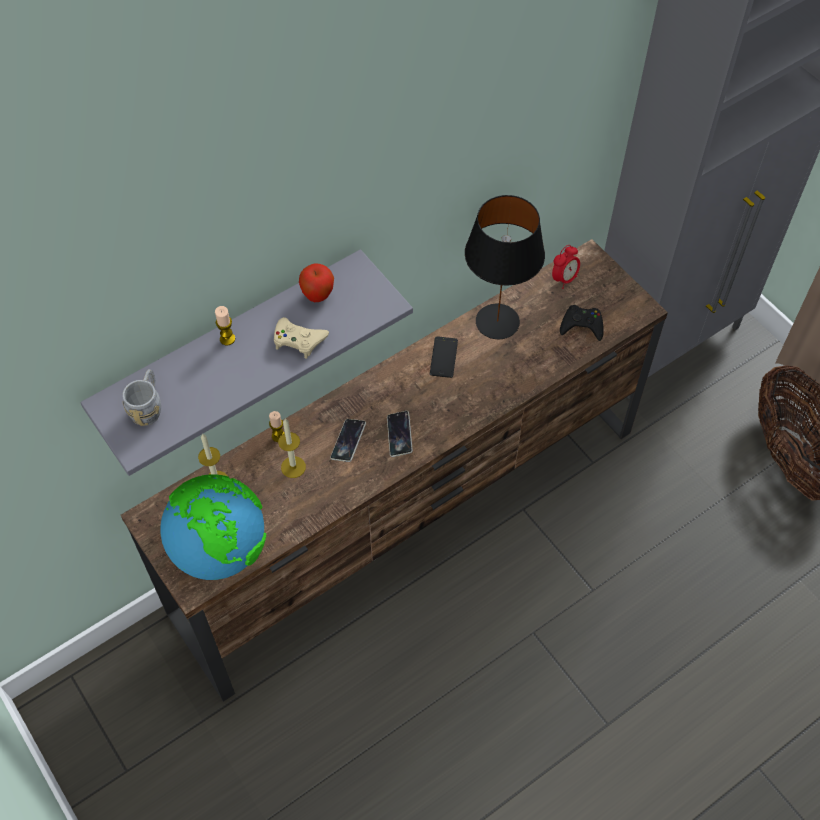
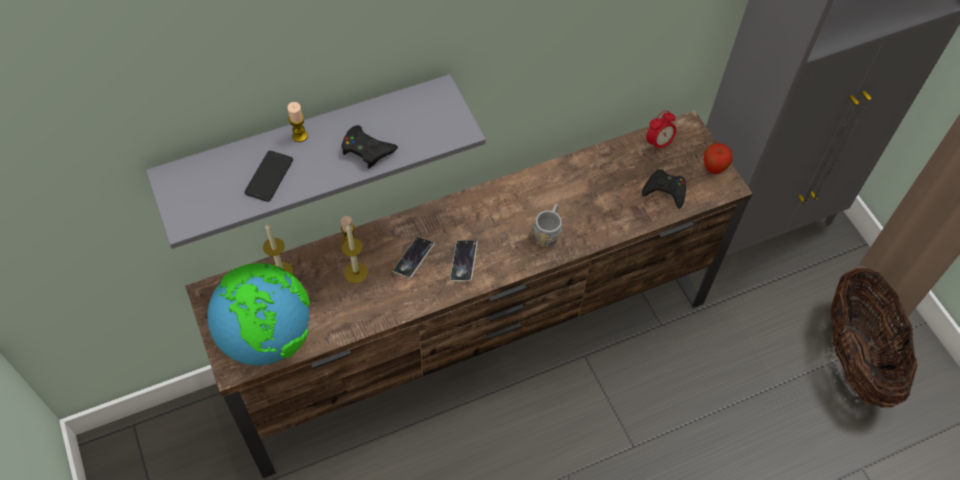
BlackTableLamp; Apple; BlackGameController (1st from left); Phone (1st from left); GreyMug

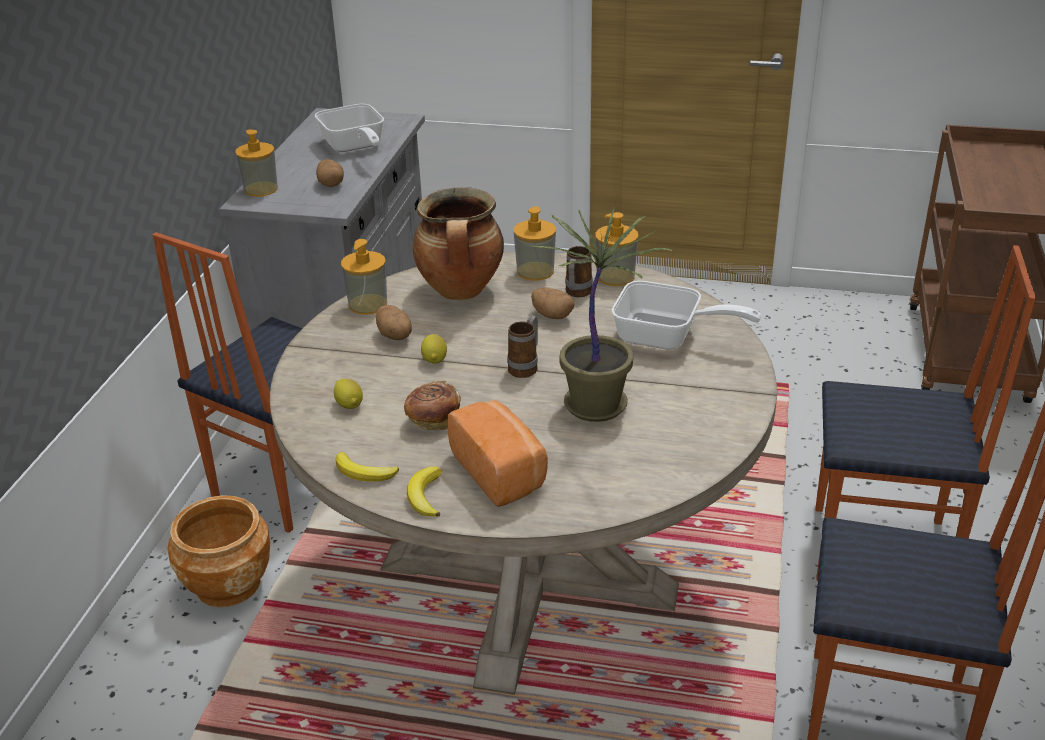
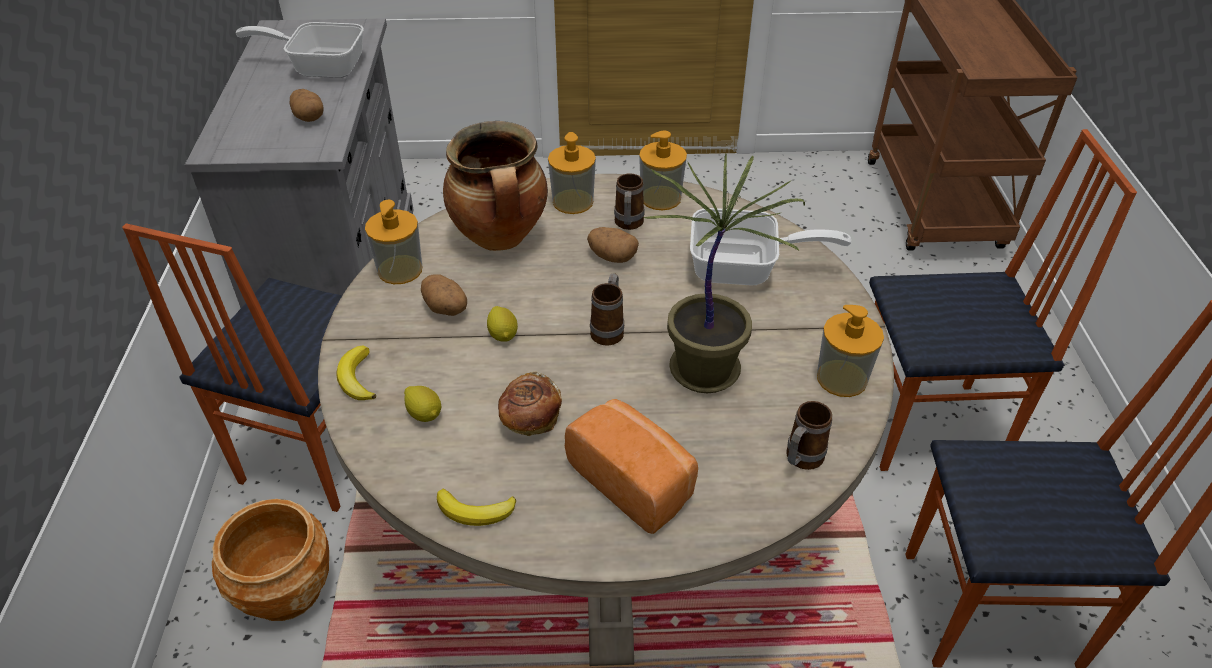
FryingPan (1st from left); SoapDispenser (4th from left); Banana (1st from left); Mug (3rd from left)

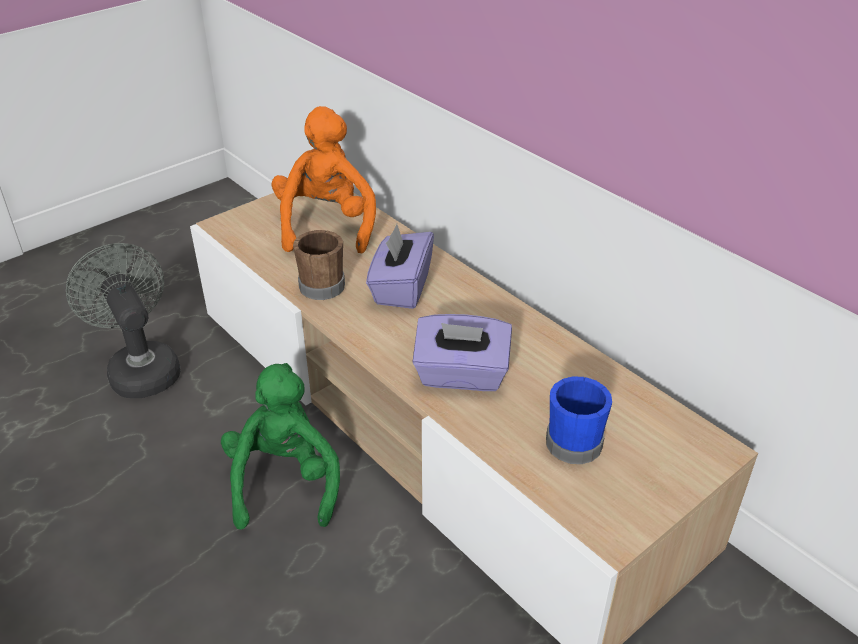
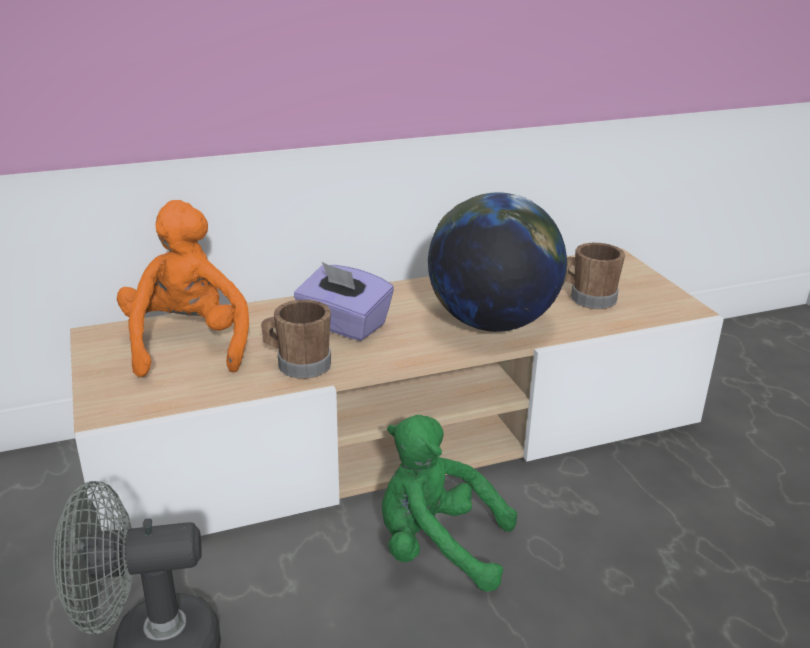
OrangePlushToy; Globe; BrownMug (2nd from left)

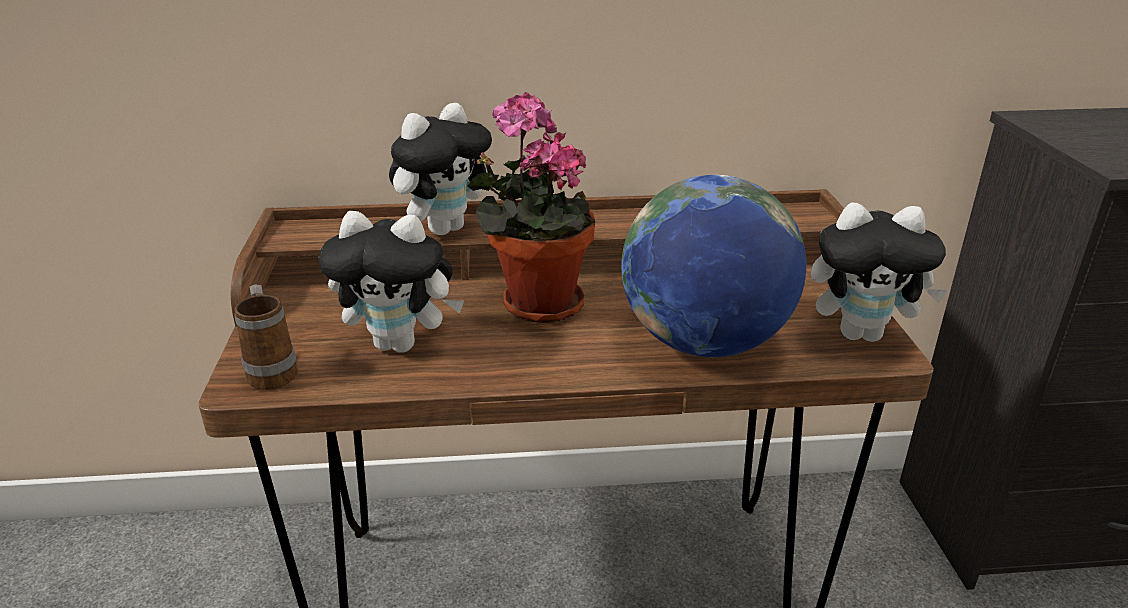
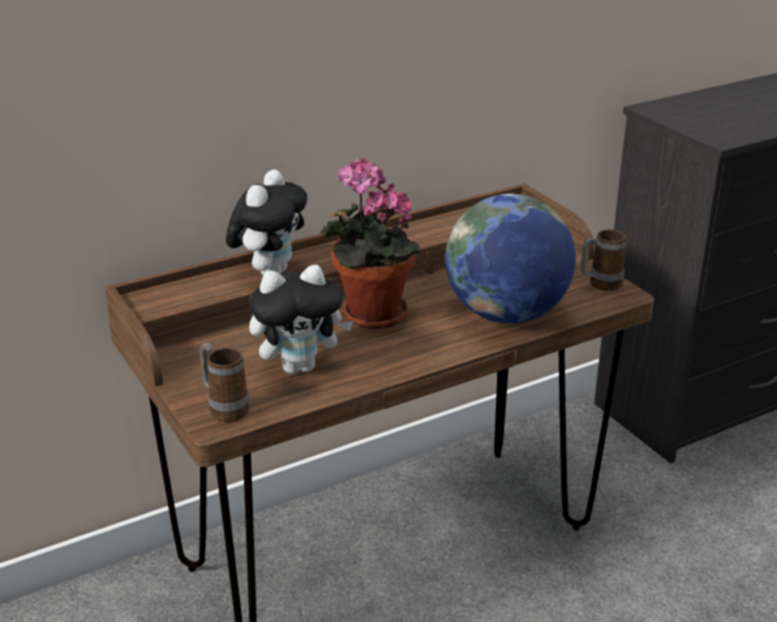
Mug (2nd from left)

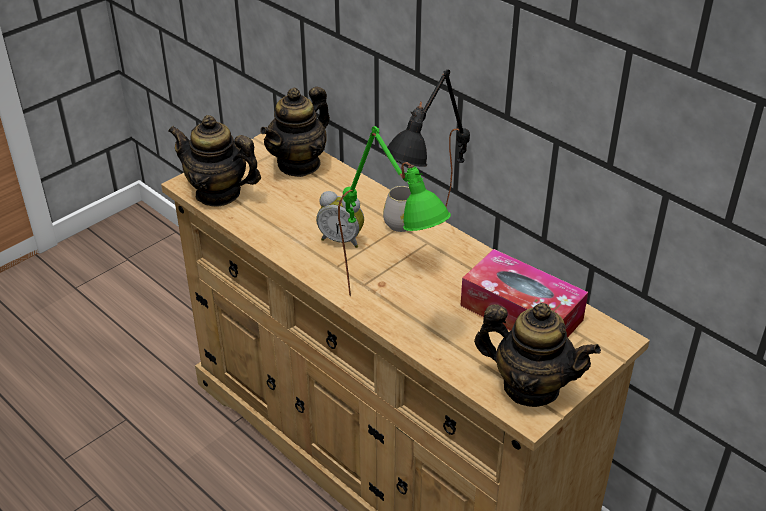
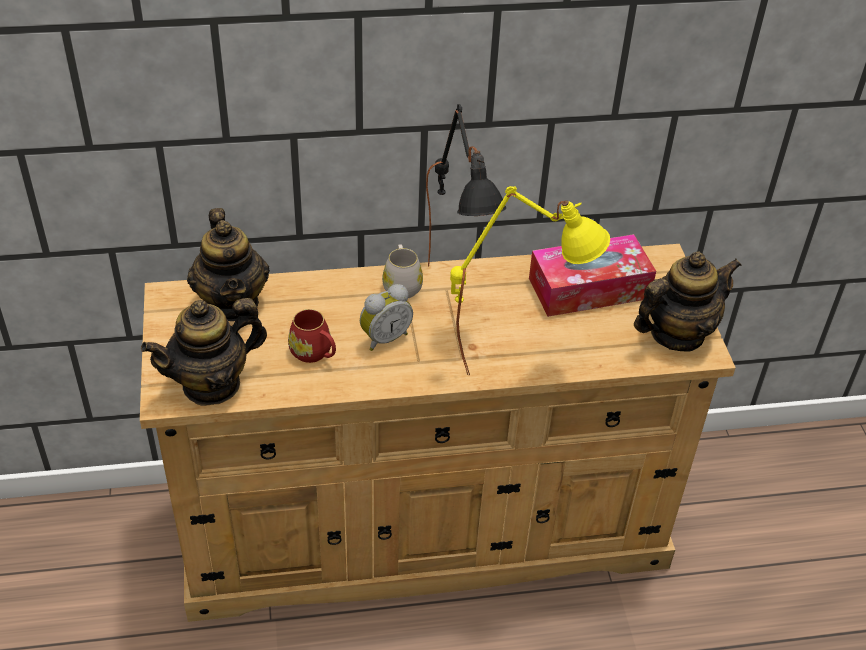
YellowTableLamp; RedMug

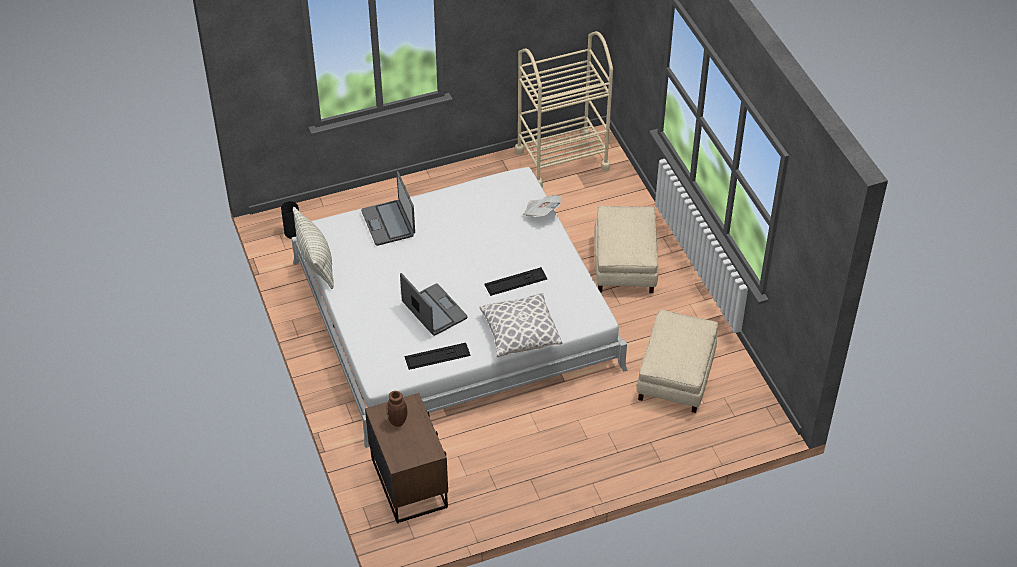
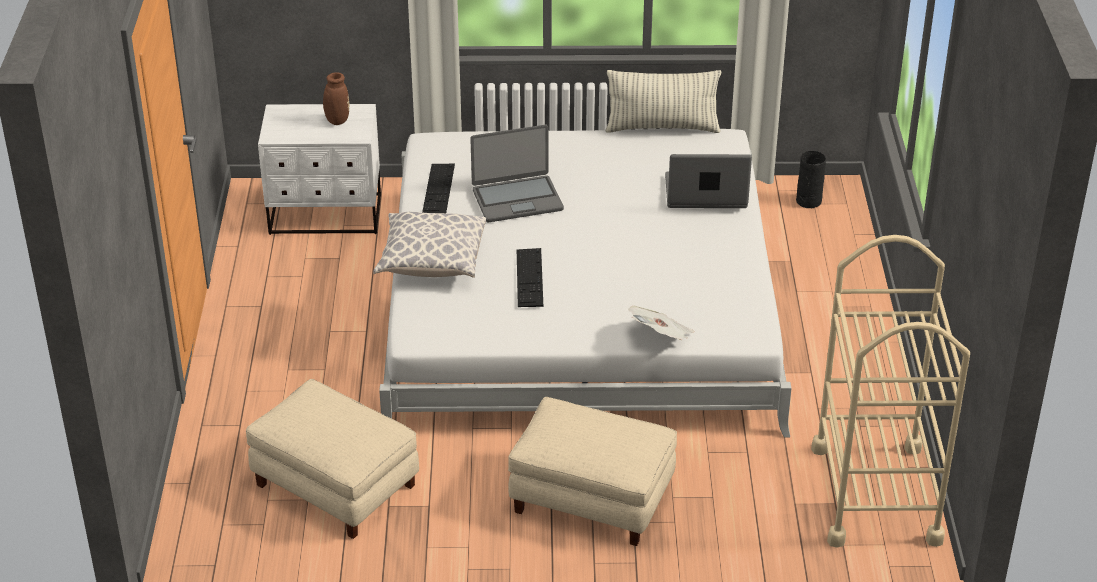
WhiteNightstand

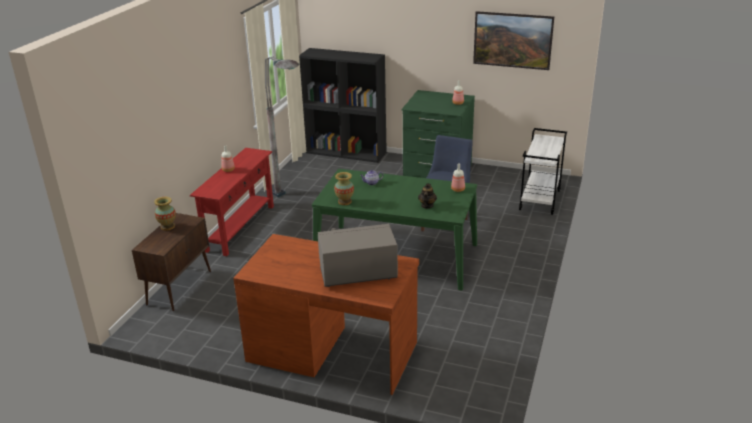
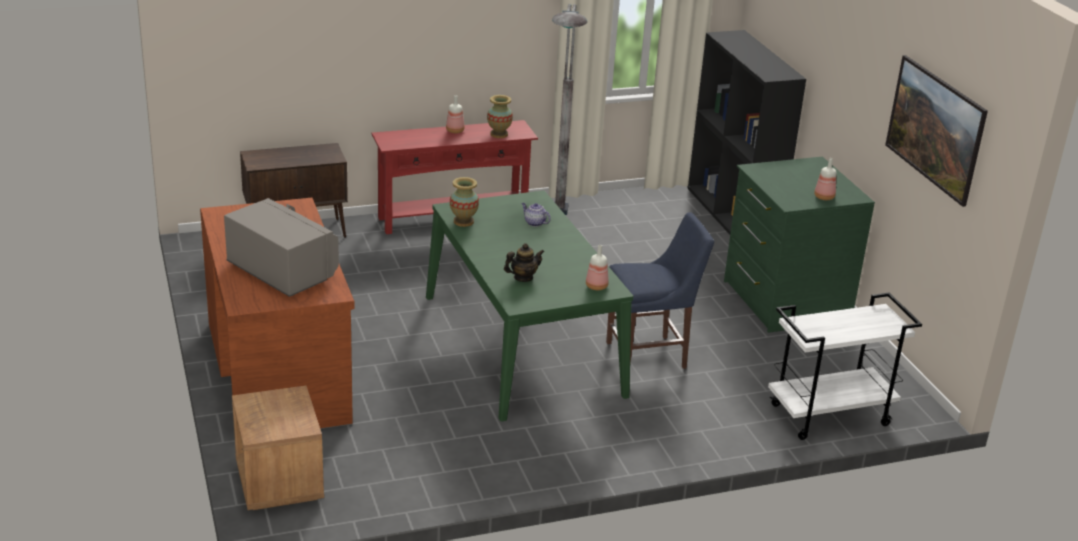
Vase (2nd from left); BrownNightstand

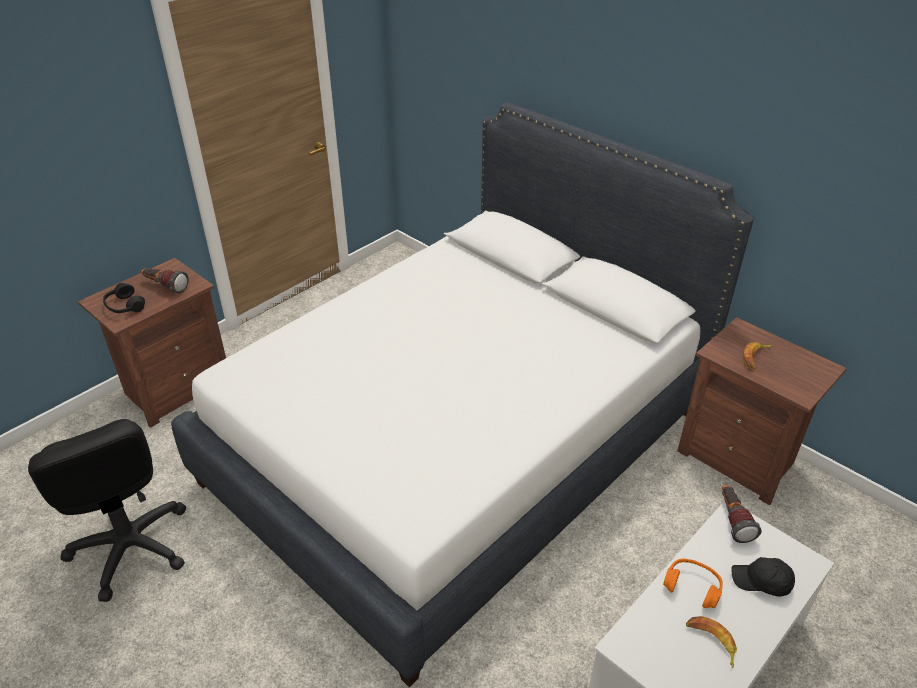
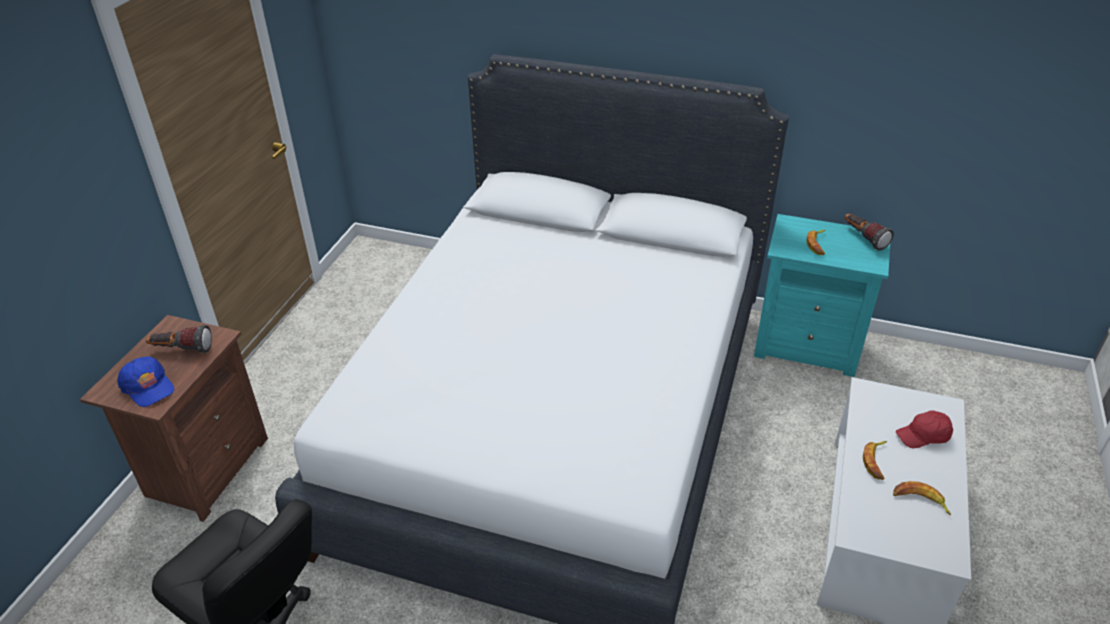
BlueCap; TurquoiseNightstand; Flashlight (2nd from left); RedCap; Banana (2nd from left)

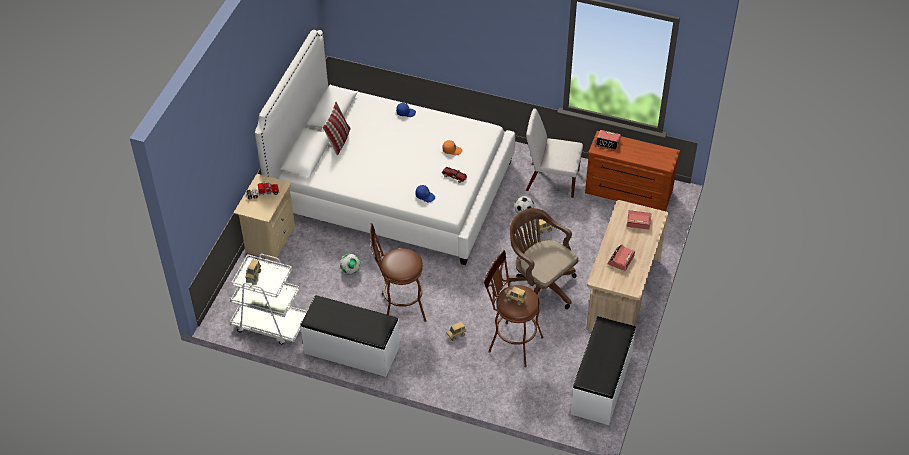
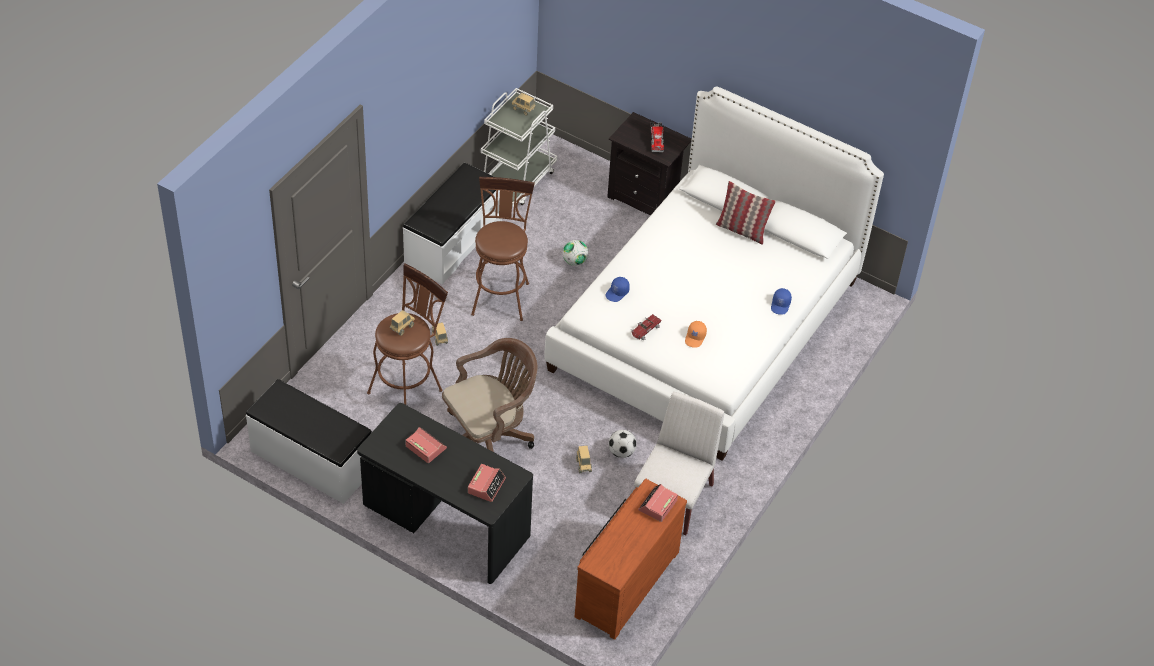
BlackNightstand; BlackDesk

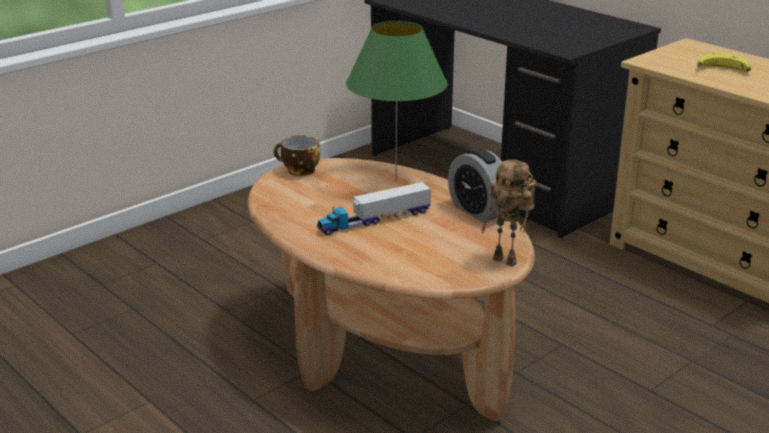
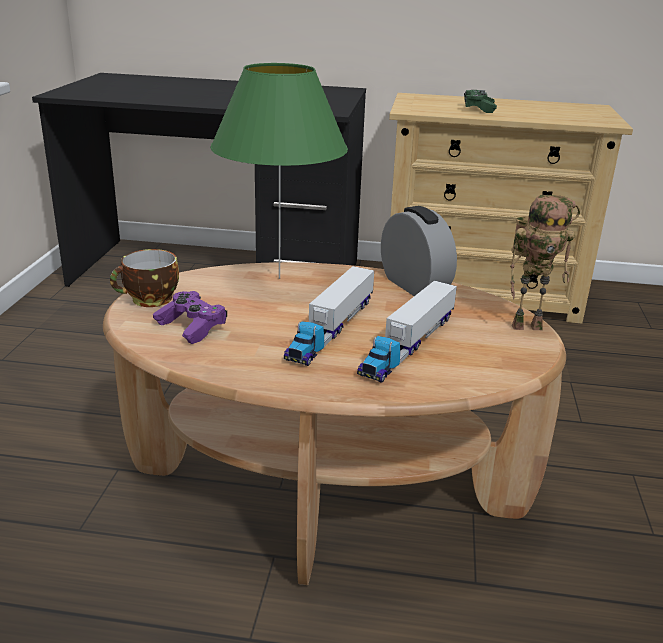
GreenGameController; AlarmClock; ToyTruck (2nd from left); PurpleGameController

